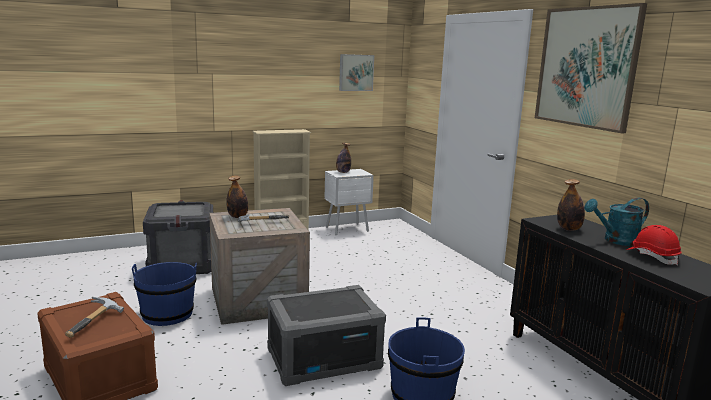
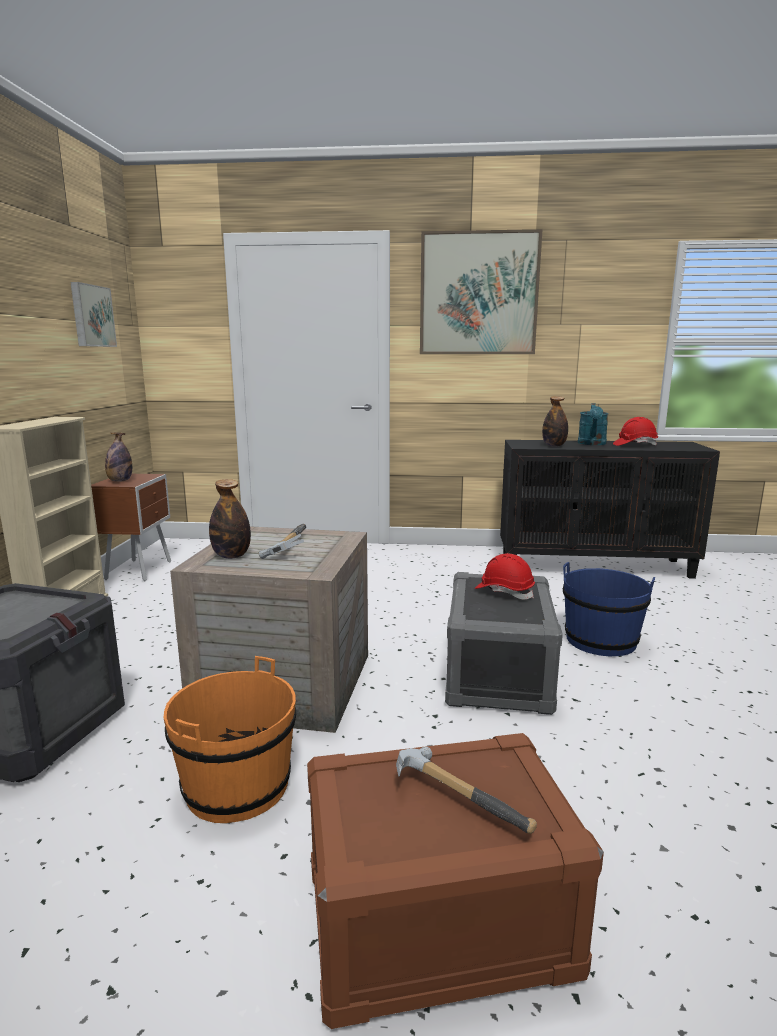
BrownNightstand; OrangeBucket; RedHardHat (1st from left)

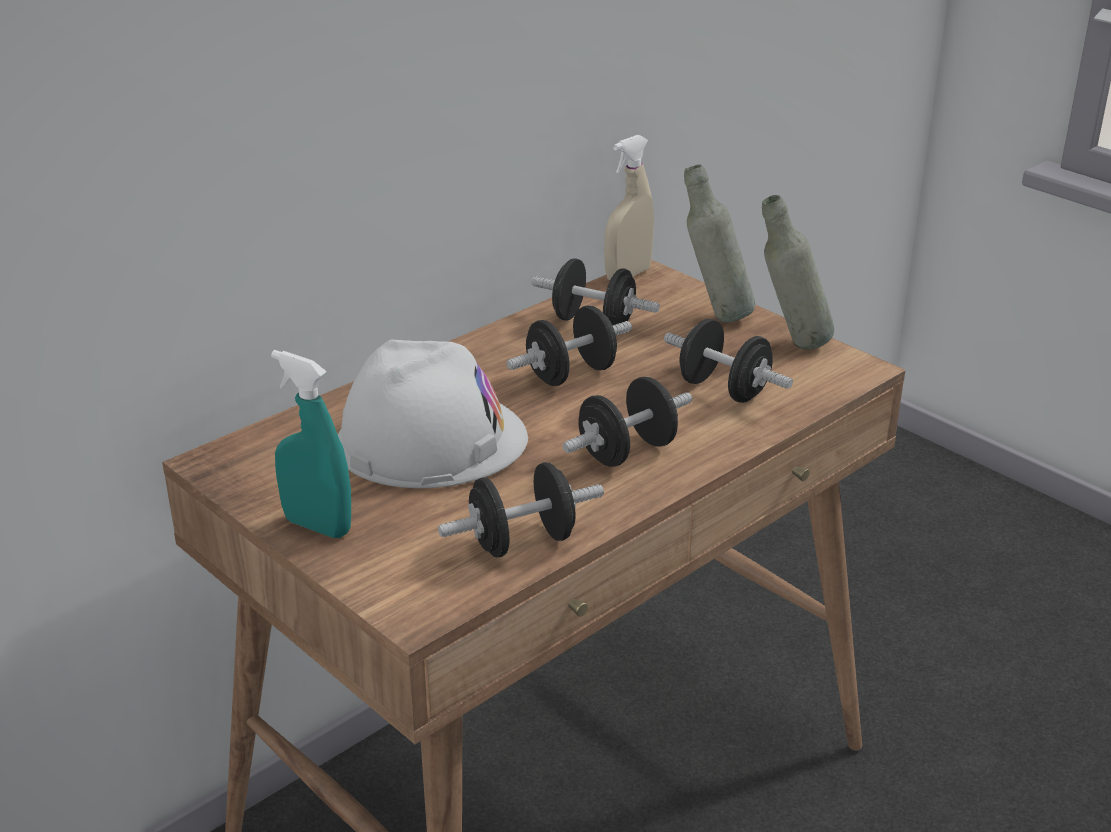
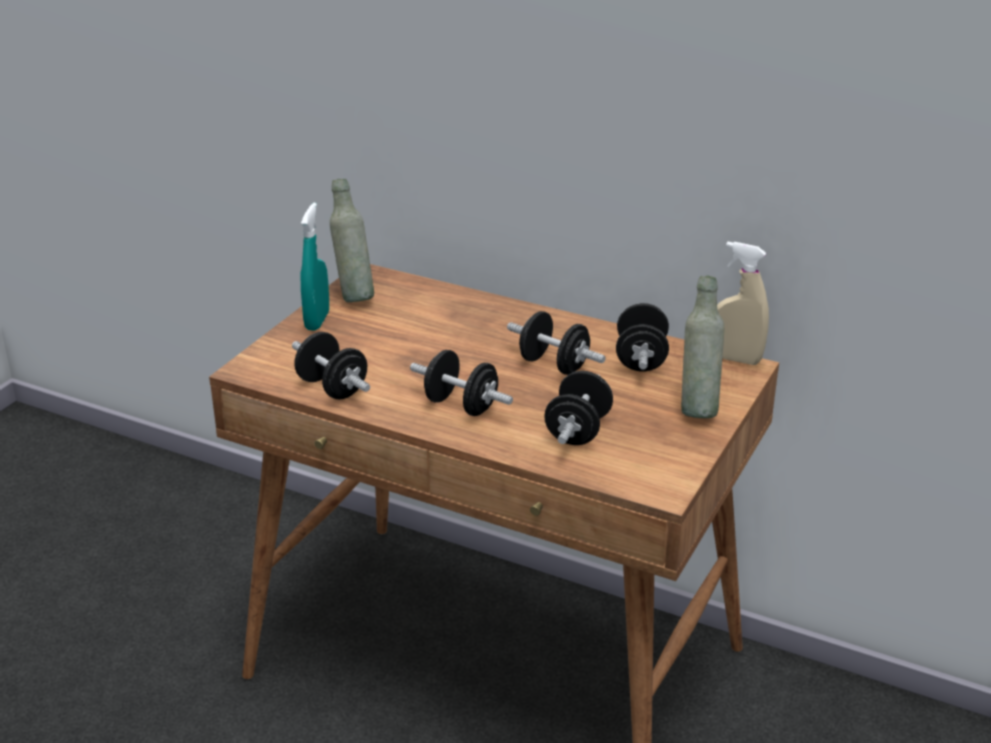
GreyBottle (1st from left); WhiteHardHat

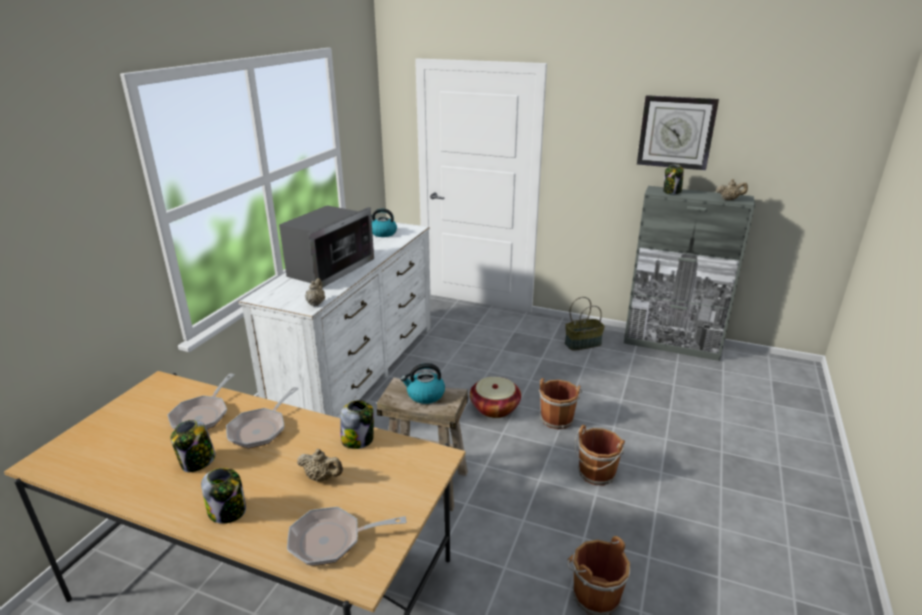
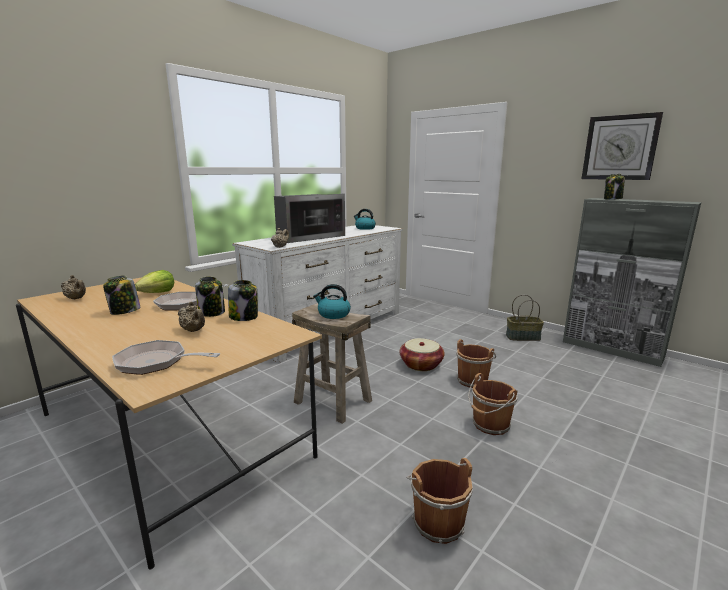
BeigeTeapot (1st from left); Lettuce; Jar (2nd from left)

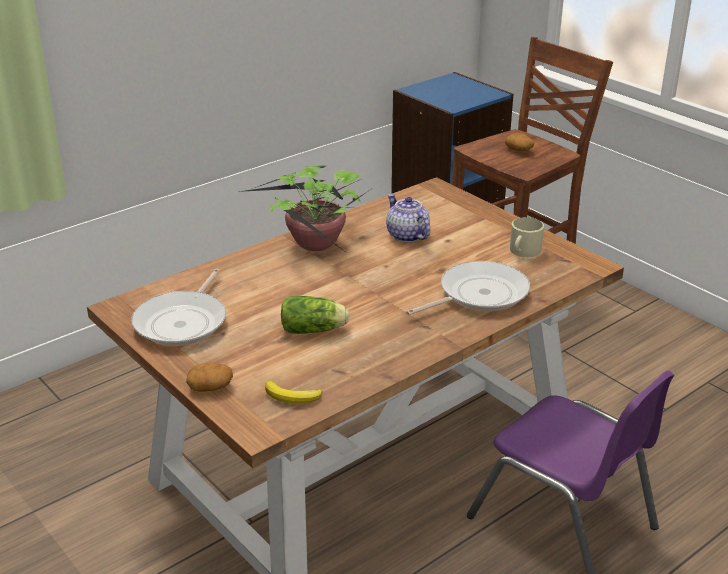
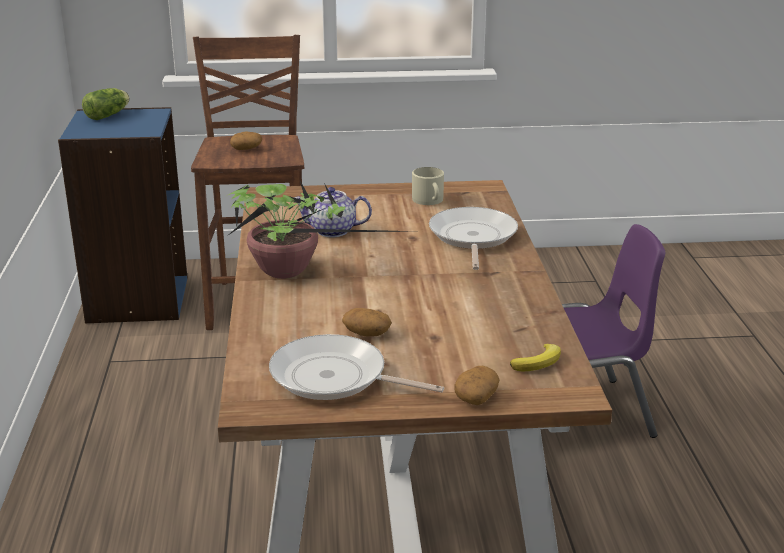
FryingPan (1st from left); Lettuce; Potato (2nd from left)

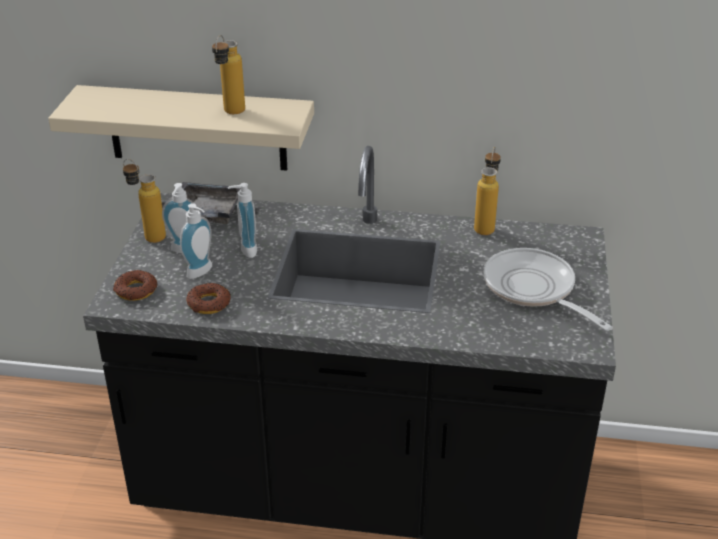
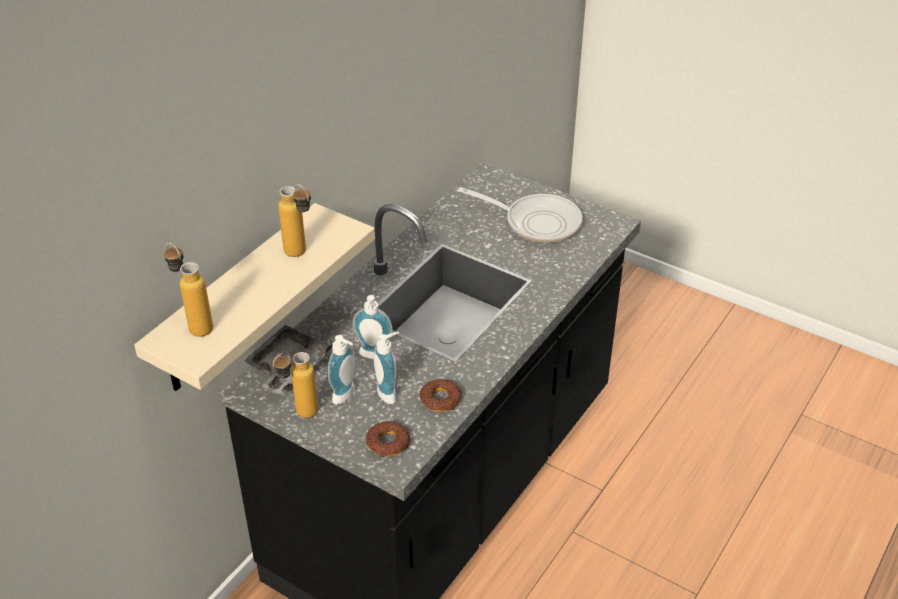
Bottle (1st from left); FryingPan

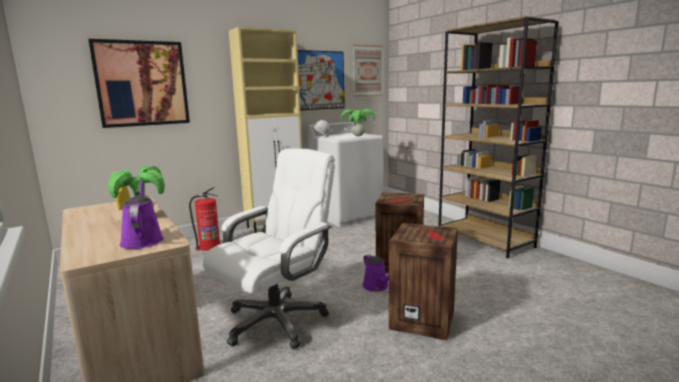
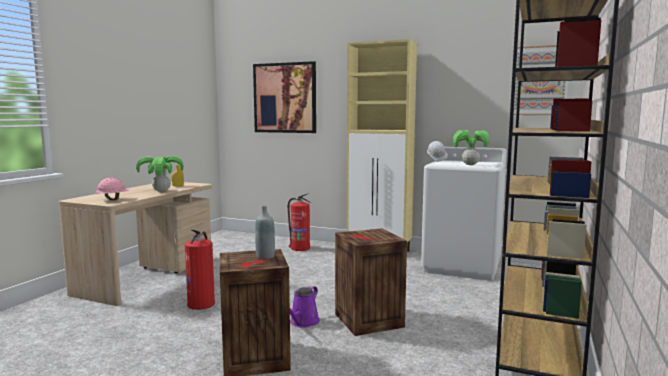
Picture (2nd from left in the first image); FireExtinguisher (1st from left); PinkHardHat; GreyBottle

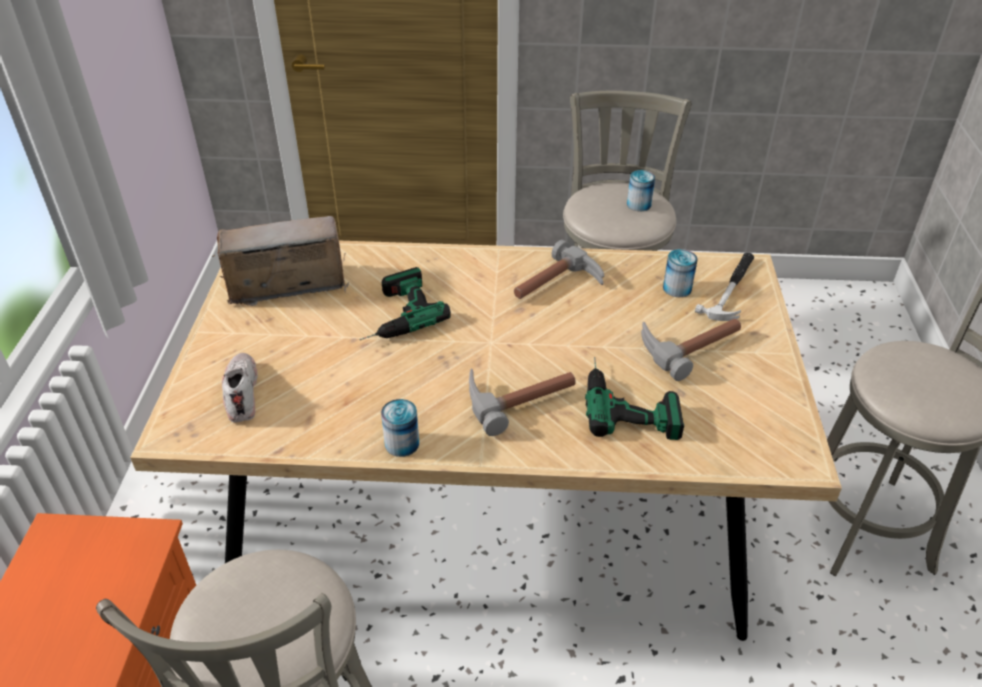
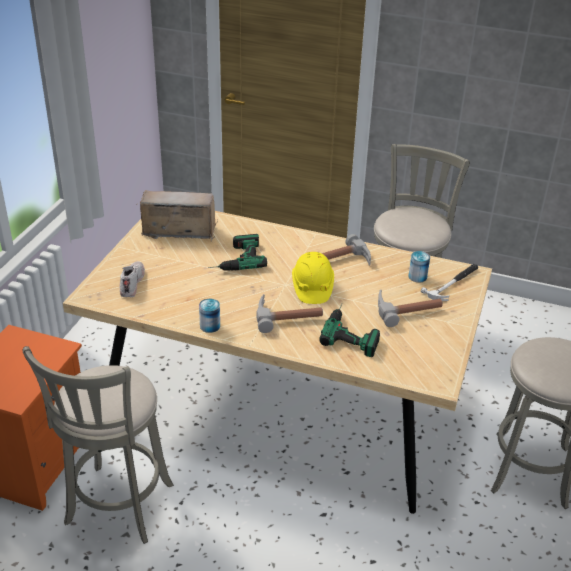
Can (2nd from left in the first image); YellowHardHat

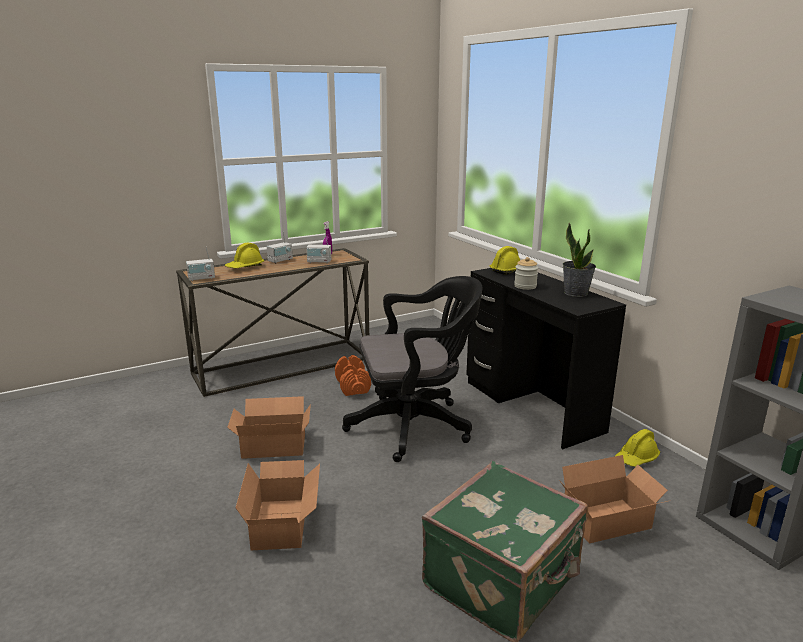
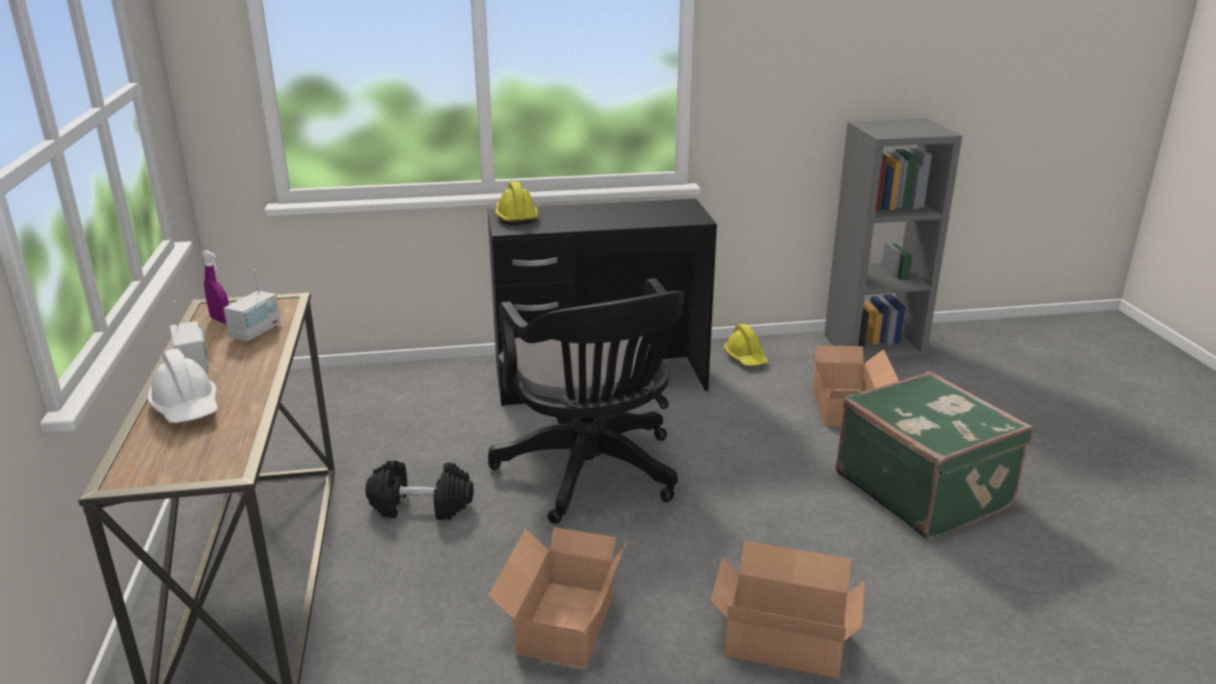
PottedPlant; WhiteHardHat; Radio (1st from left in the first image); Jar; BlackOfficeChair; BlackDumbbell

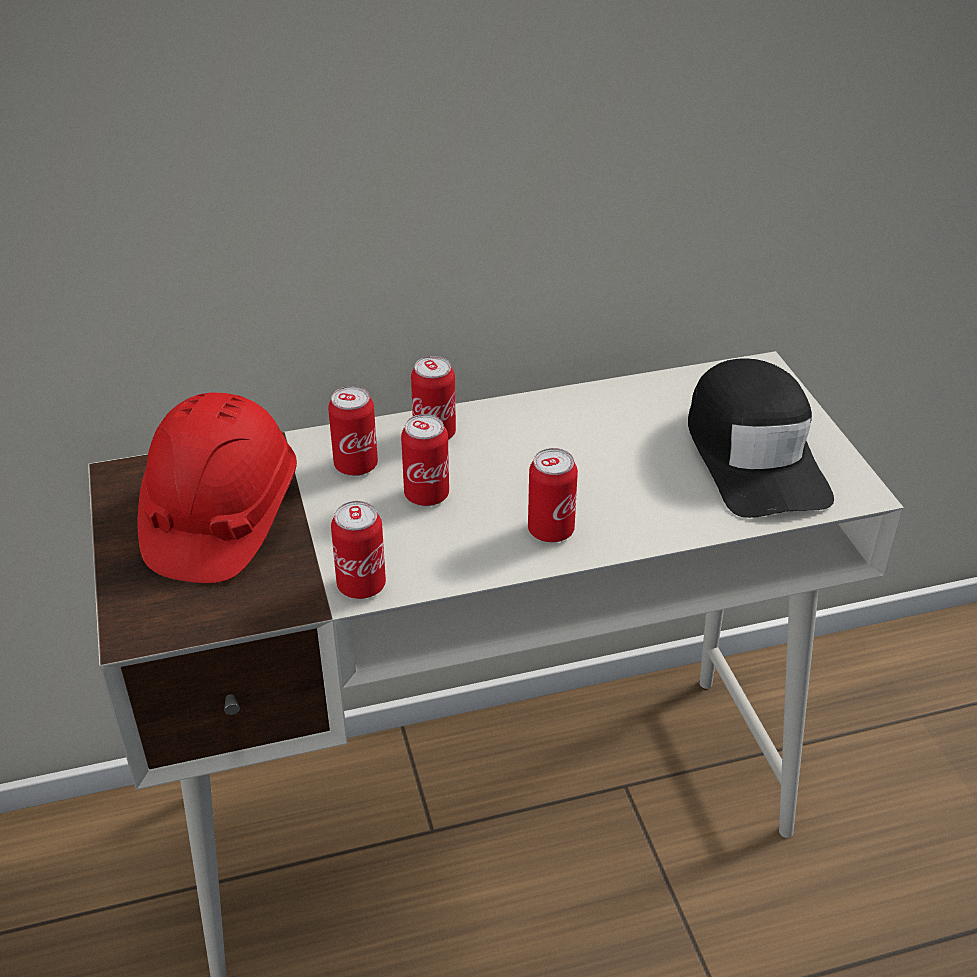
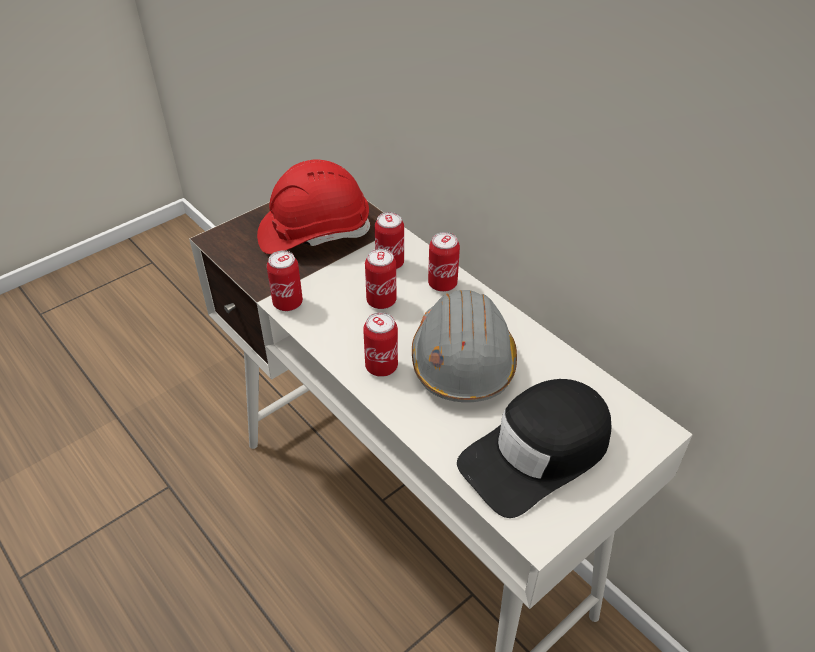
GreyHardHat

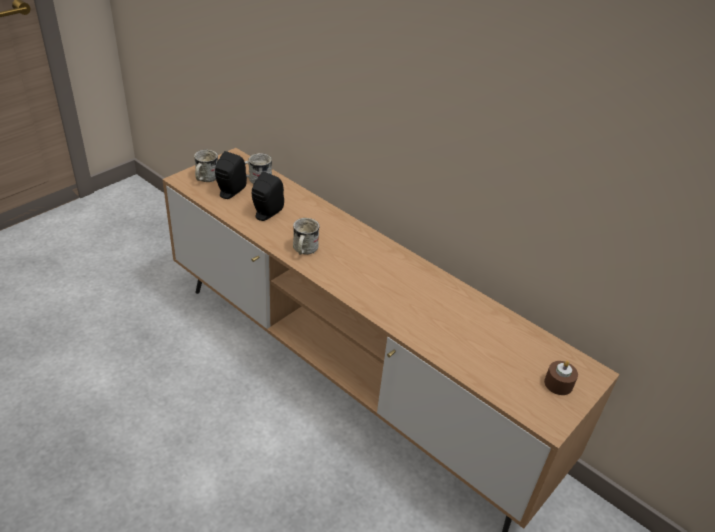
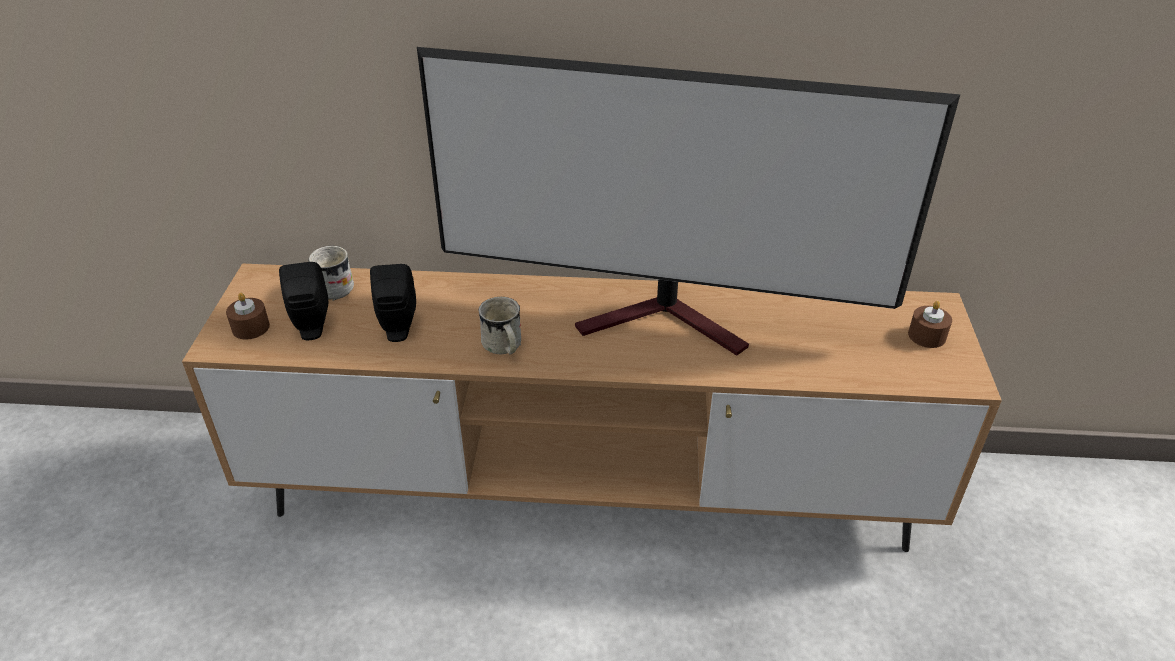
BrownCandle (1st from left); Television

